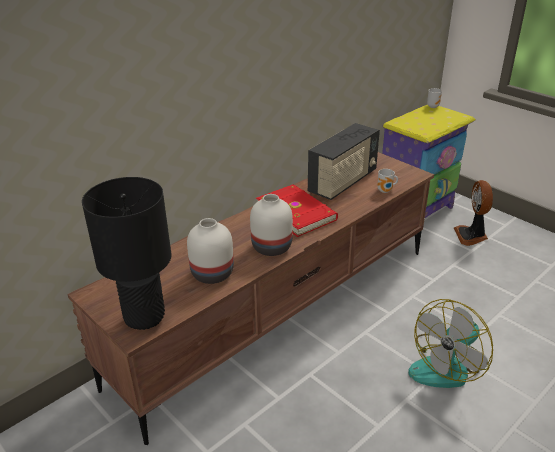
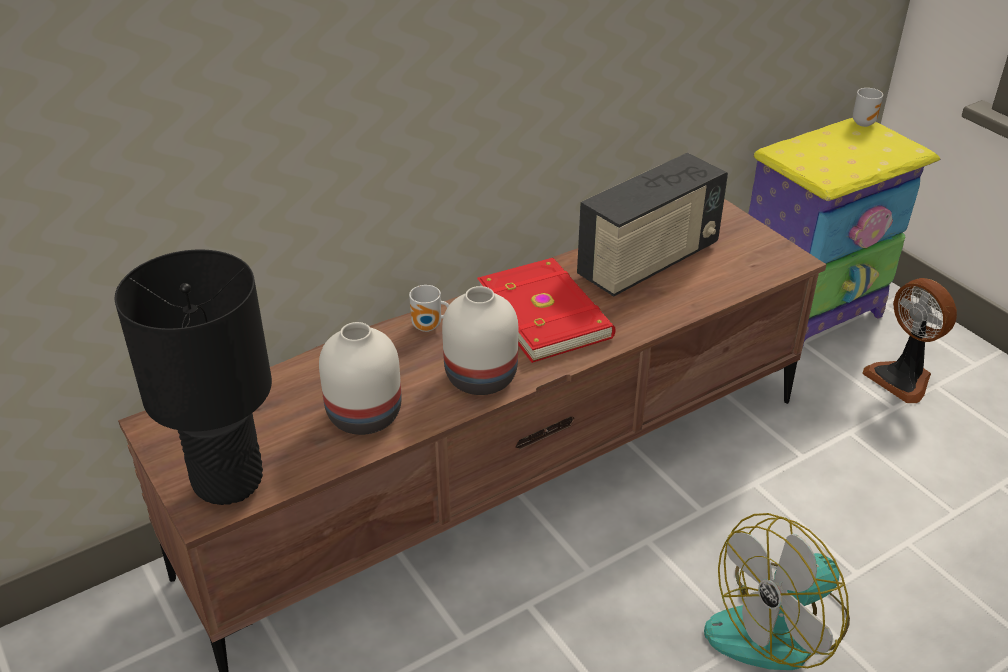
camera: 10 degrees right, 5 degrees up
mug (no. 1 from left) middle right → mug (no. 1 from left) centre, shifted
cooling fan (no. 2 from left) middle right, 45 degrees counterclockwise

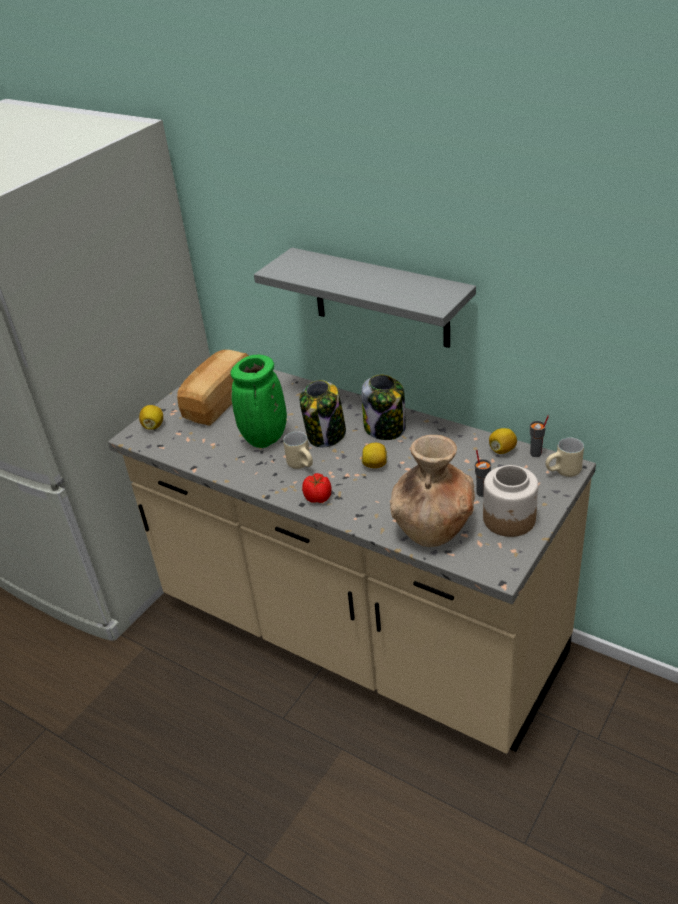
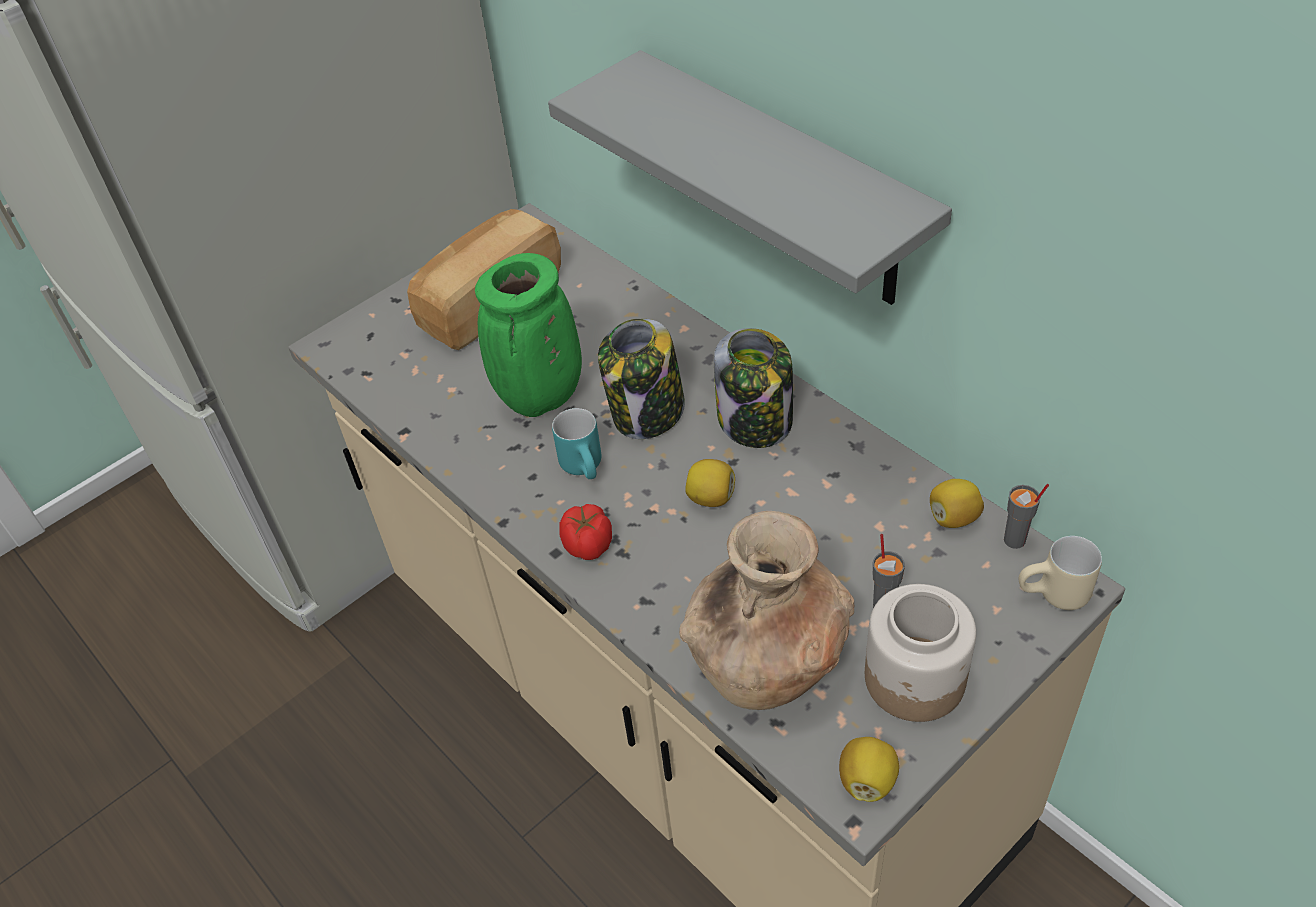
camera: 15 degrees right, 10 degrees up
whole lemon (no. 1 from left in the first image) middle left → whole lemon (no. 2 from left) bottom centre, shifted
sand-coloured mug (no. 1 from left) centre → blue-green mug centre

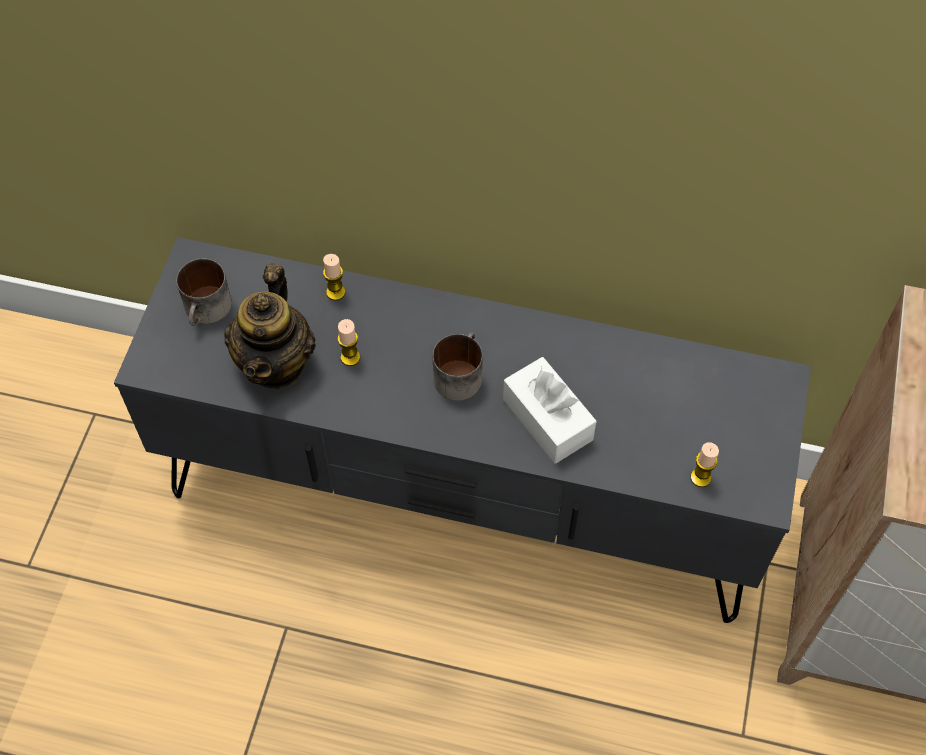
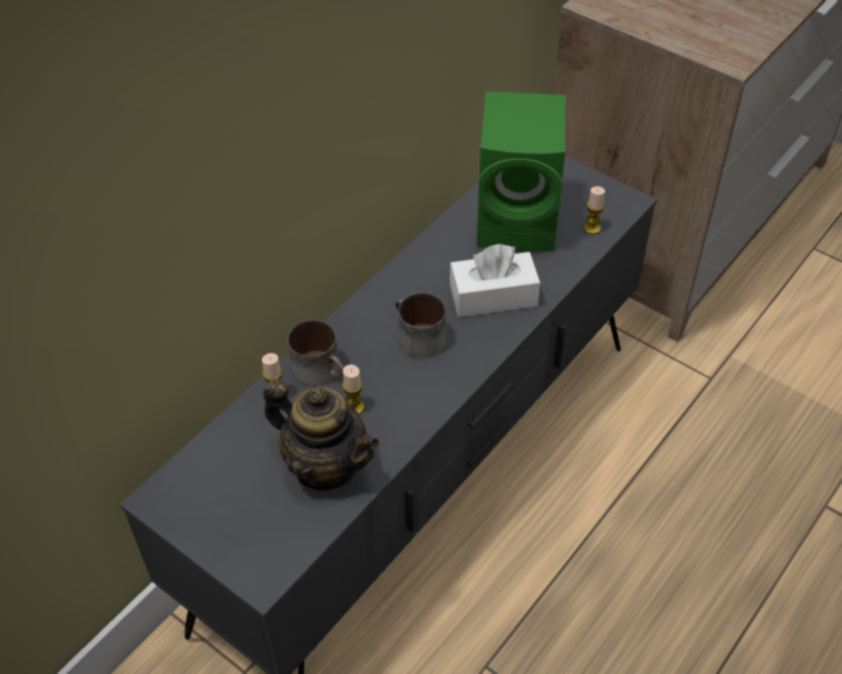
camera: 65 degrees left, 10 degrees down
- → greenish speaker top centre
mug (no. 1 from left) middle left → mug (no. 1 from left) centre, shifted

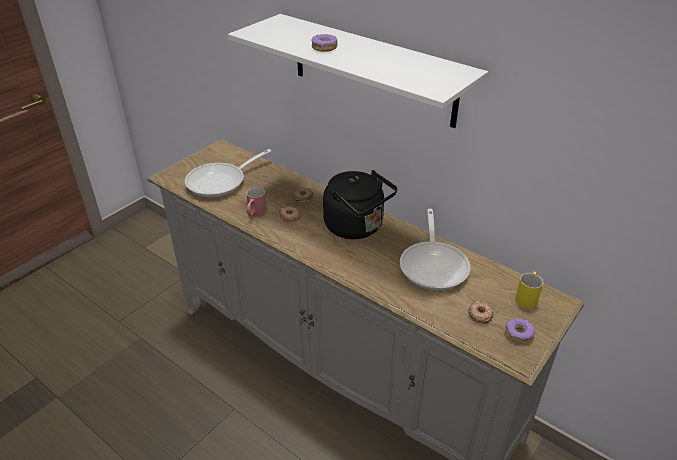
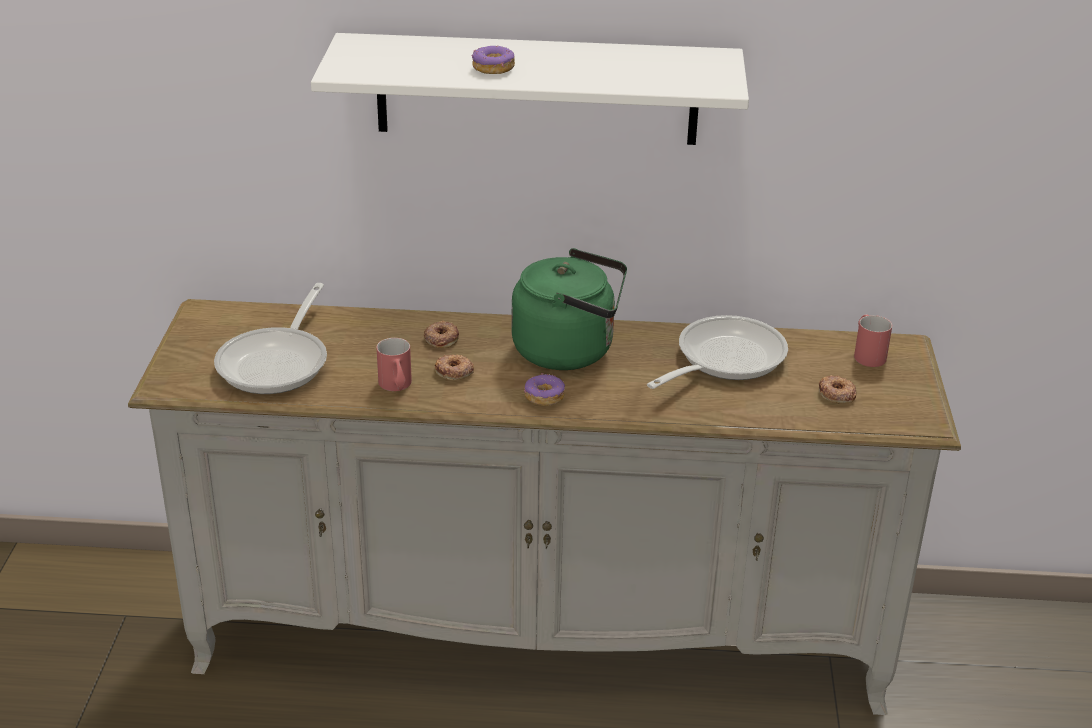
camera: 35 degrees left, 5 degrees down
ring doughnut (no. 5 from left in the first image) bottom right → ring doughnut (no. 4 from left) centre, shifted
black kettle centre → greenish kettle centre
yellow mug middle right → red mug (no. 2 from left) middle right
skillet (no. 2 from left) centre, 105 degrees counterclockwise

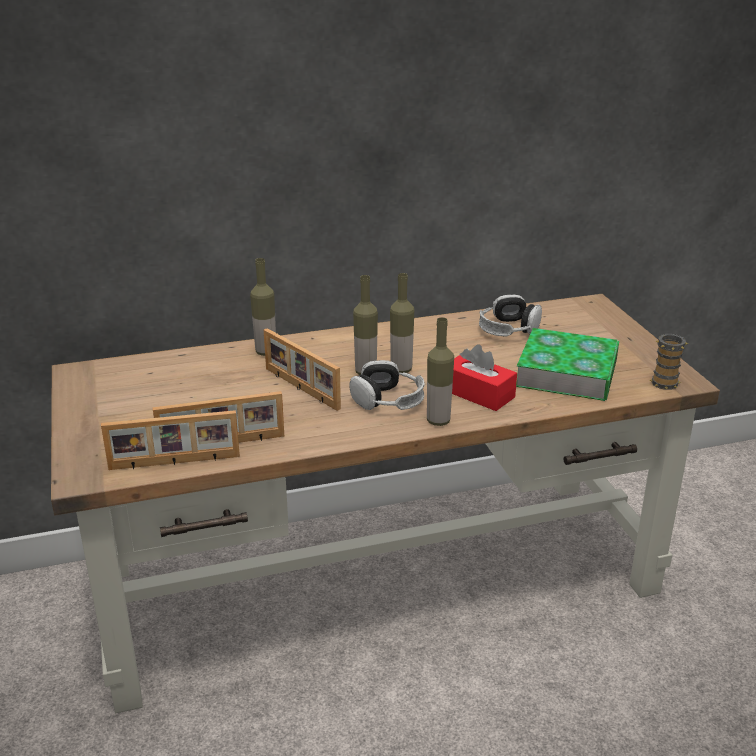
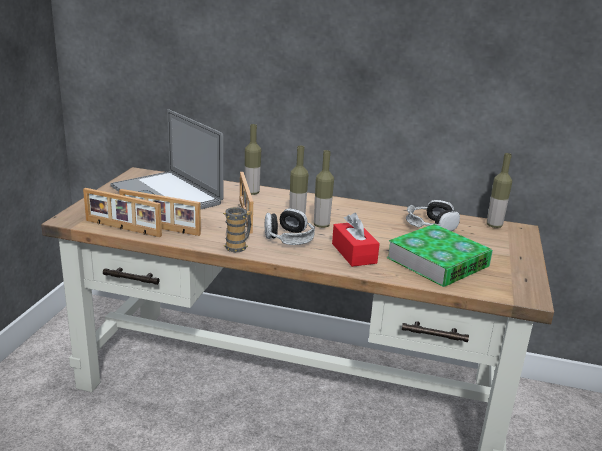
camera: 30 degrees right, 5 degrees down
- → notebook computer middle left
drink bottle (no. 4 from left) centre → drink bottle (no. 4 from left) middle right, shifted
mug middle right → mug centre, shifted

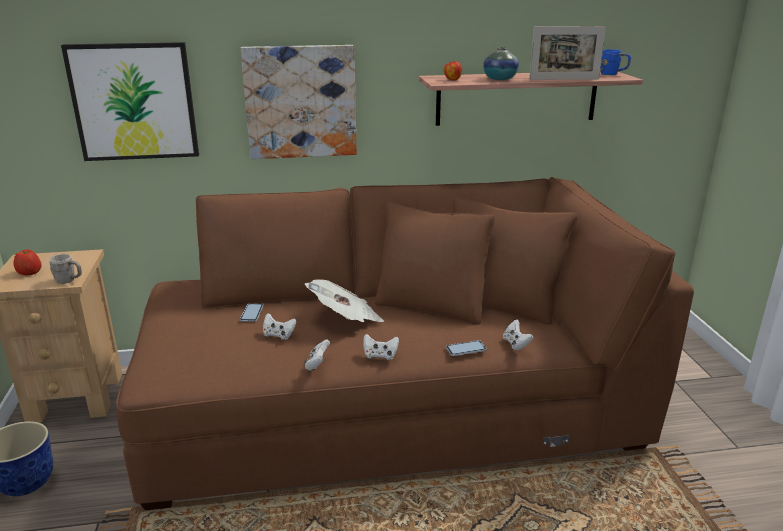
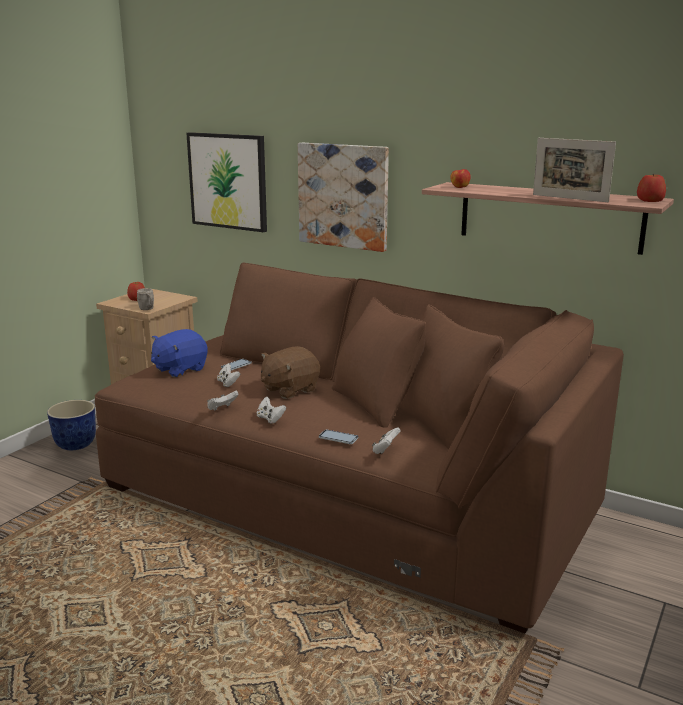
camera: 40 degrees right, 5 degrees down
decorative vase top centre → -
- → blue-coloured cuddly toy middle left
daily paper centre → brown-coloured cuddly toy centre
blue-coloured mug top right → apple (no. 3 from left) top right

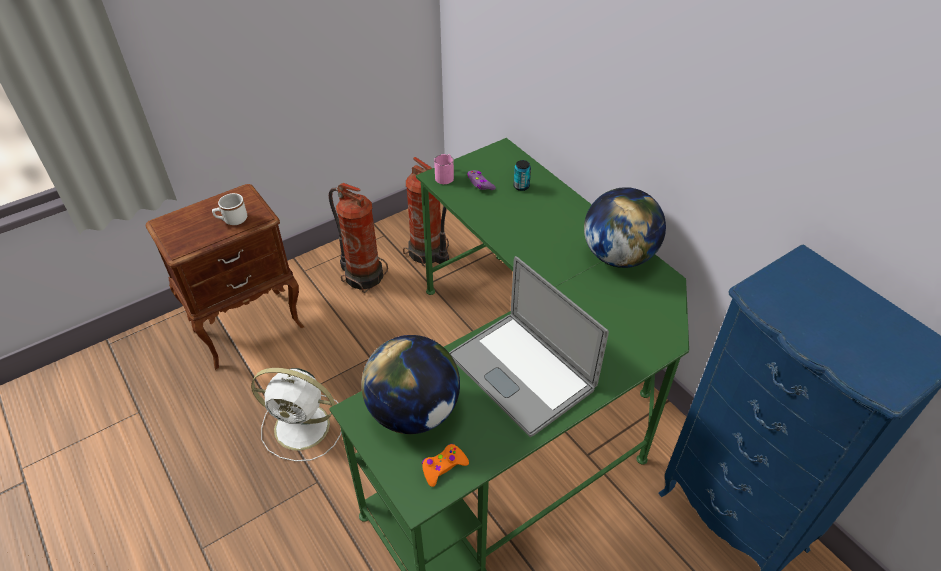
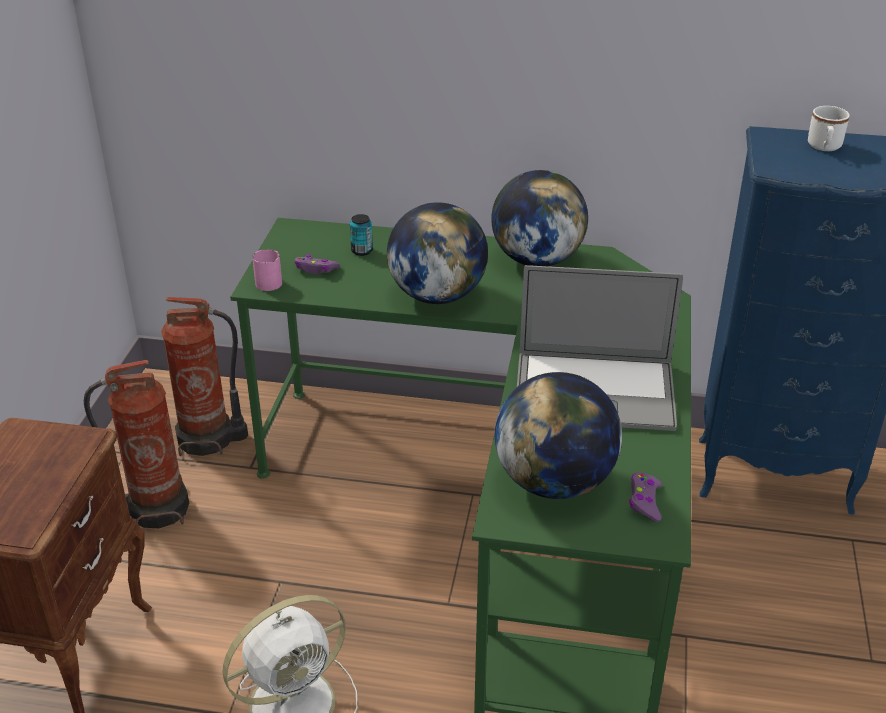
camera: 45 degrees left, 10 degrees down
- → globe (no. 1 from left) centre
white-coloured mug middle left → white-coloured mug top right, shifted
orangey gamepad bottom centre → purple gamepad (no. 2 from left) bottom right

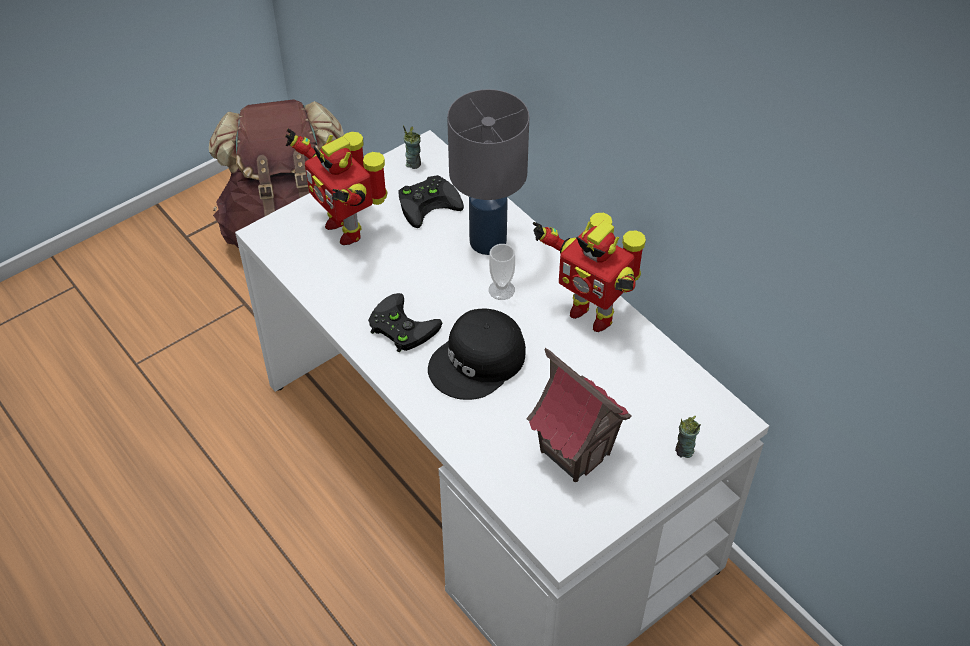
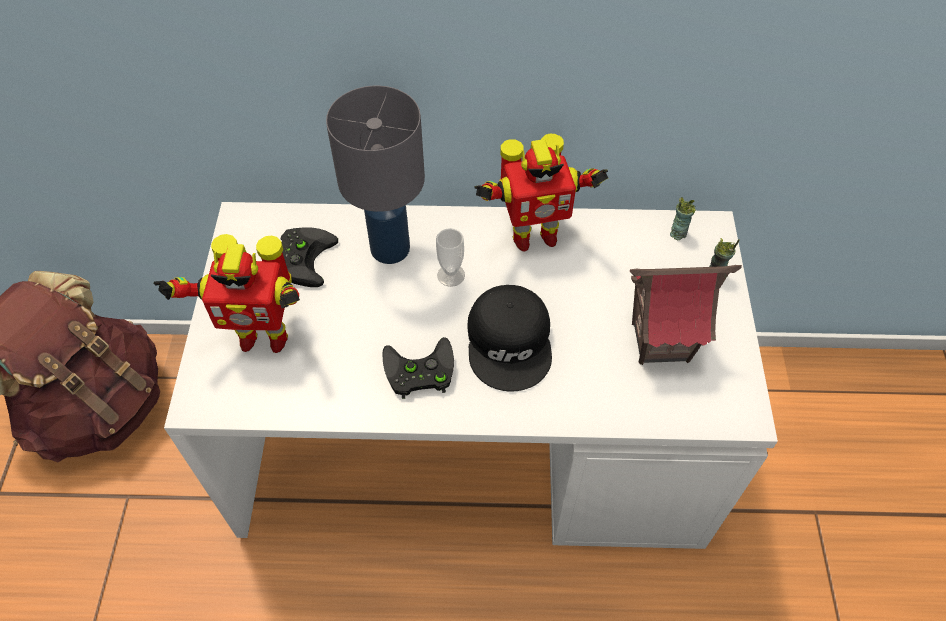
camera: 50 degrees left, 5 degrees up
small cup (no. 1 from left in the first image) top centre → small cup (no. 2 from left) middle right, shifted

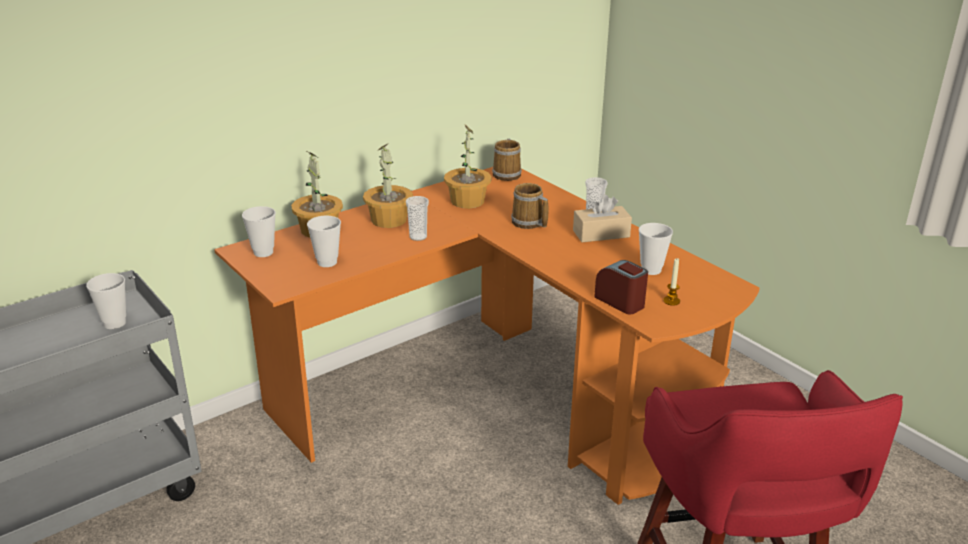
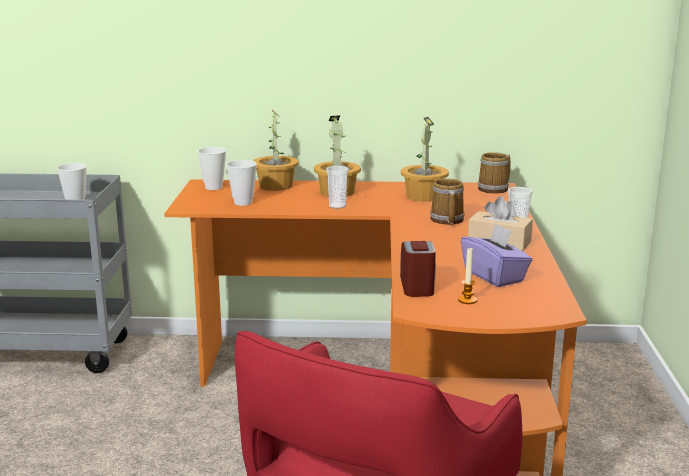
camera: 40 degrees right, 10 degrees down
small cup (no. 6 from left) middle right → purple tissue box middle right

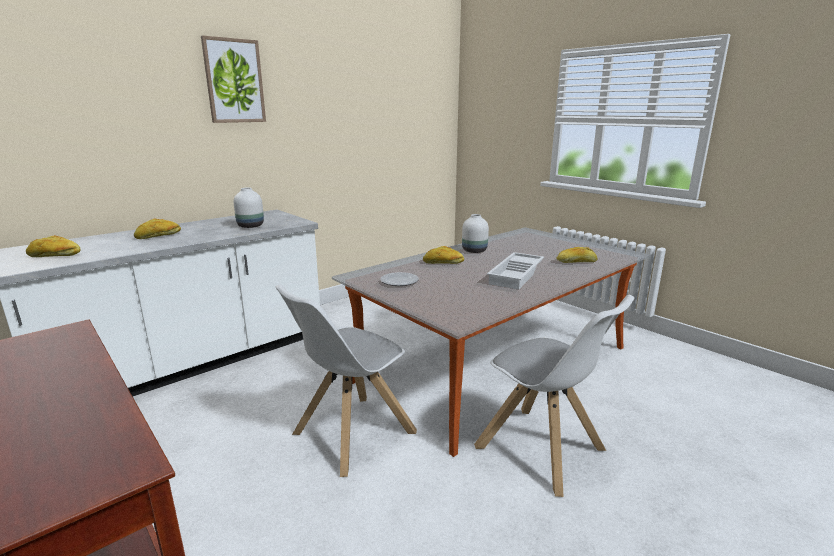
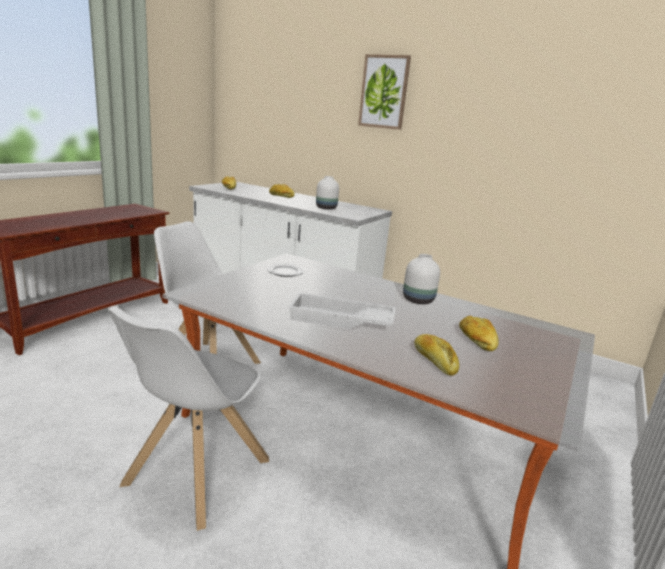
camera: 70 degrees right, 0 degrees up
bread (no. 3 from left in the first image) centre → bread (no. 4 from left) middle right, shifted

